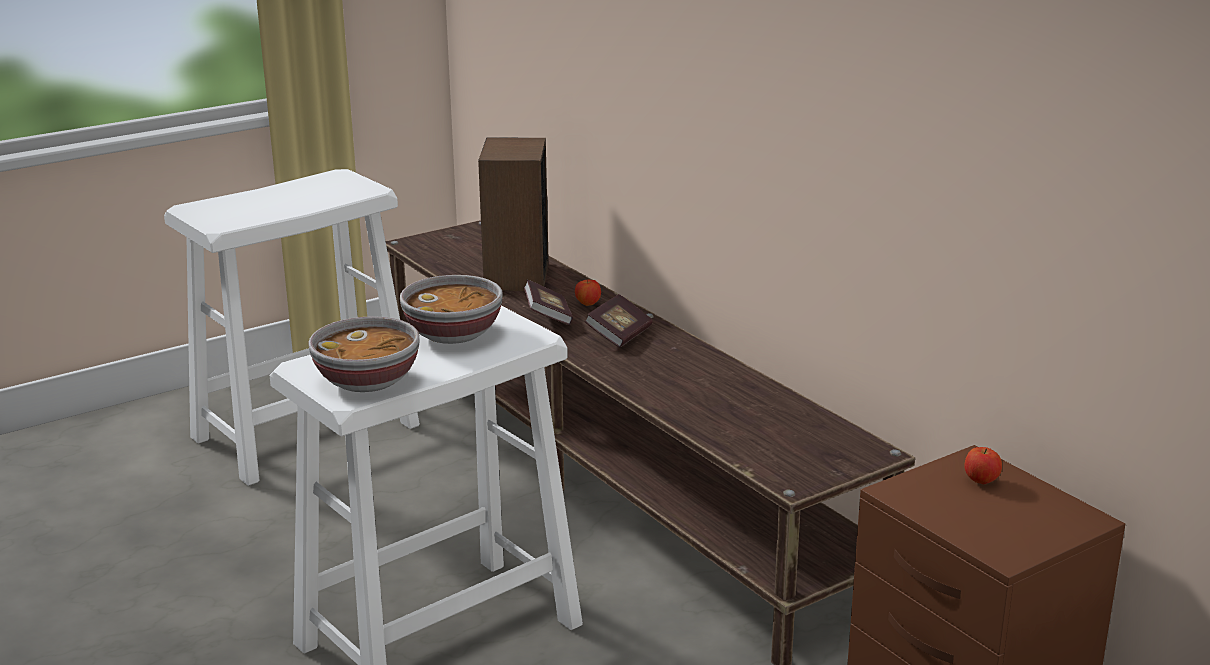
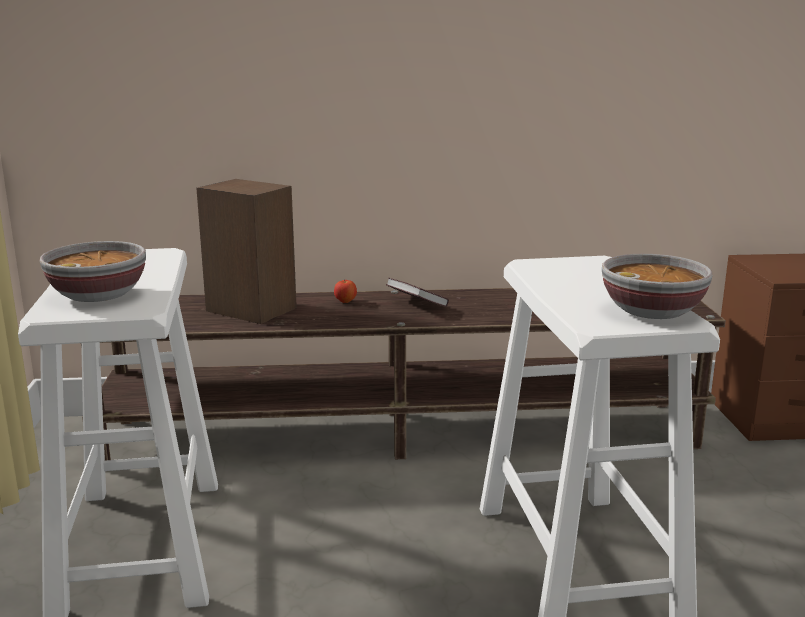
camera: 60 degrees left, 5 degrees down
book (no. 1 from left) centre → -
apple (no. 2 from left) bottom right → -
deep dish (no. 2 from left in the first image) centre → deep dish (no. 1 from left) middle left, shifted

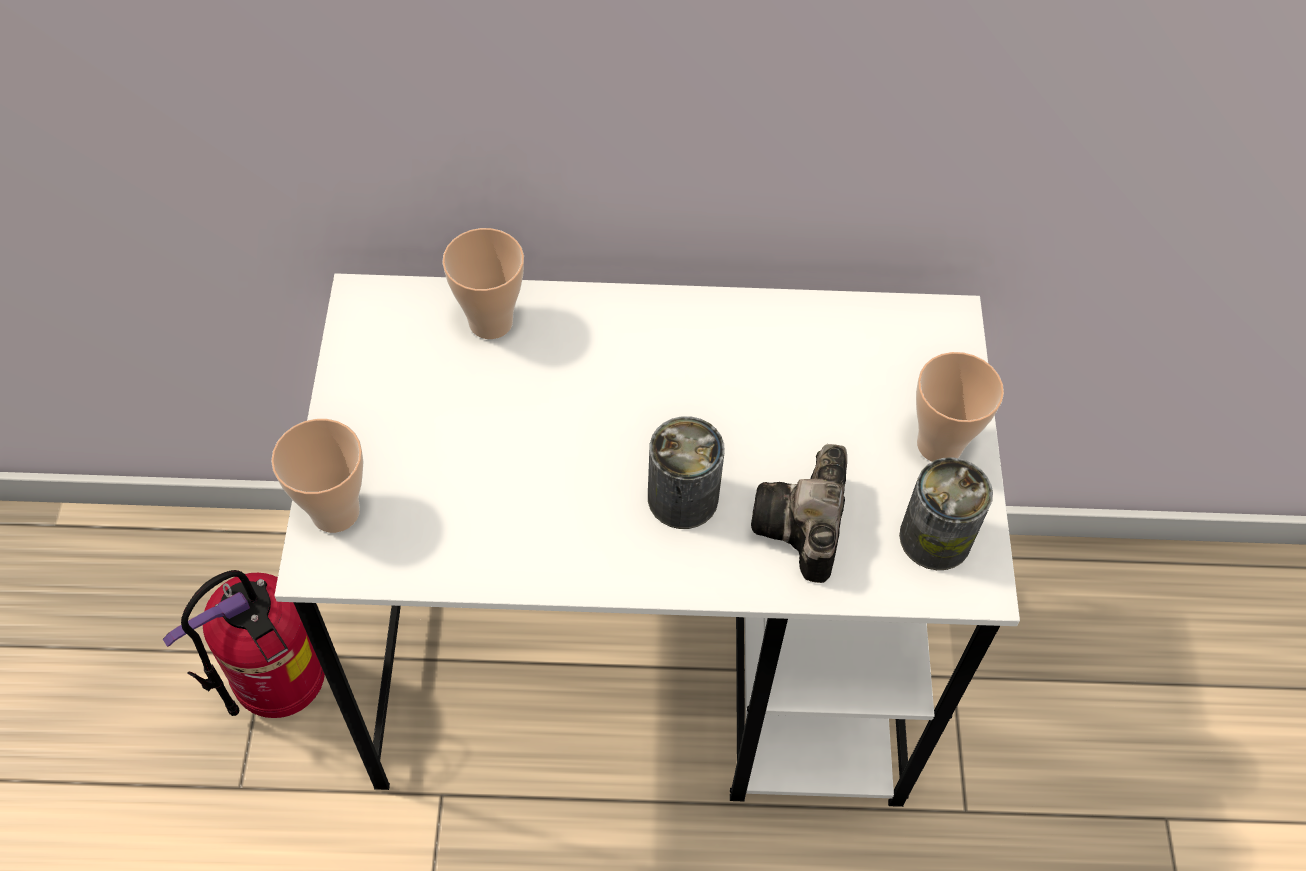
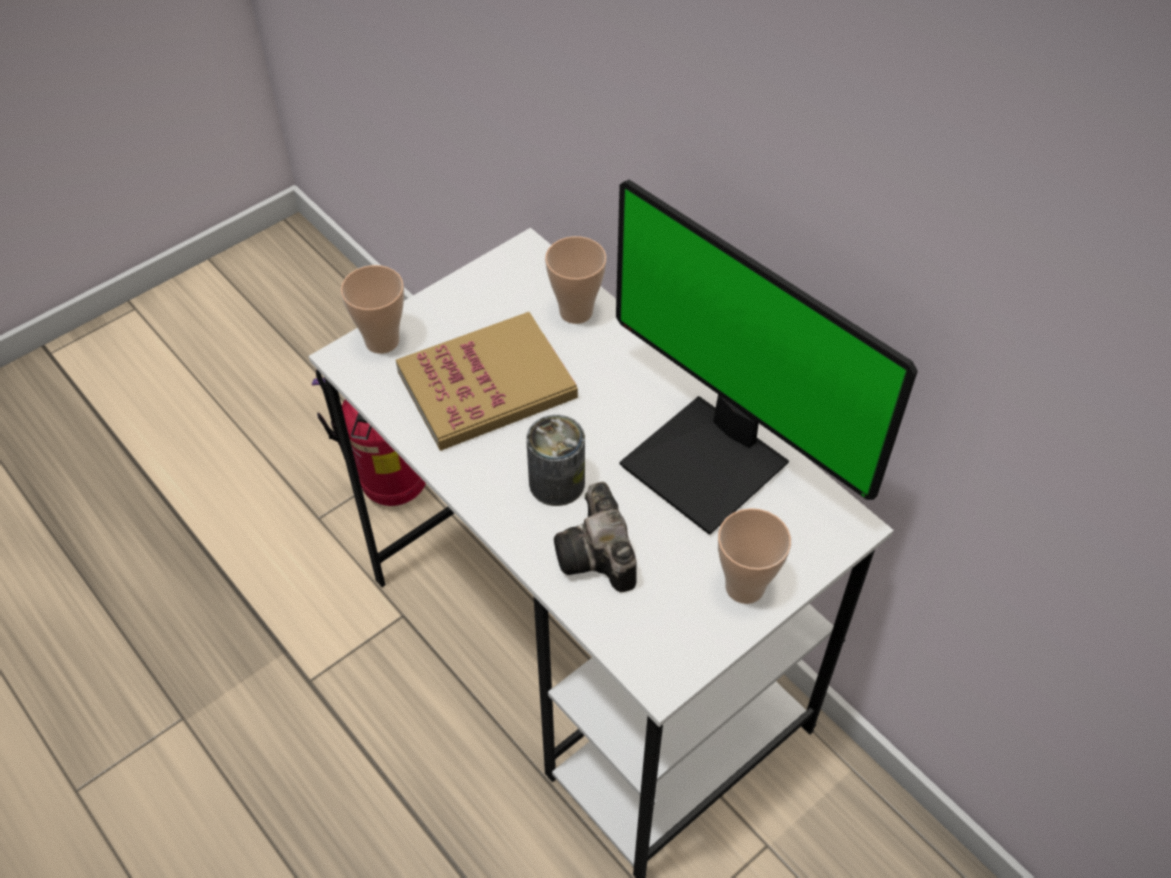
camera: 50 degrees right, 5 degrees down
sealed can (no. 2 from left) middle right → -
- → book centre
- → computer display centre
still camera centre, 75 degrees counterclockwise

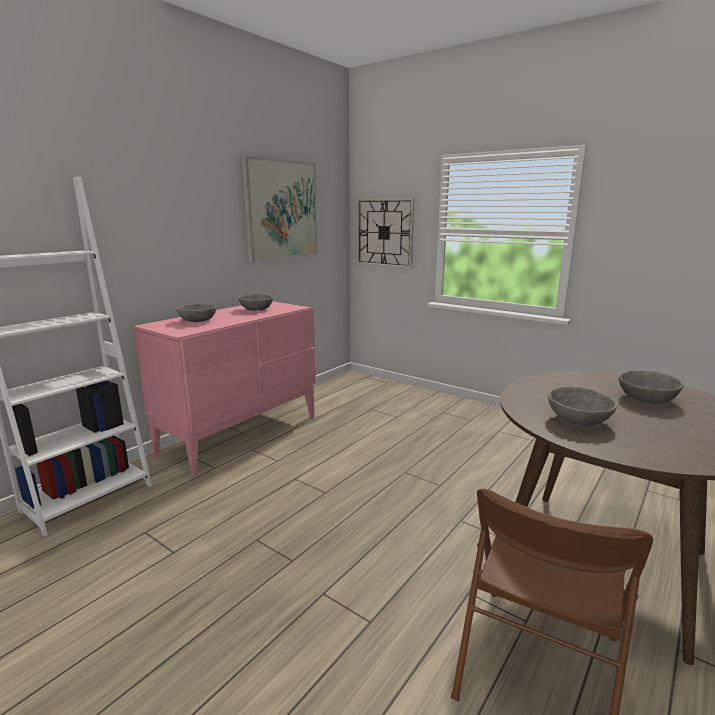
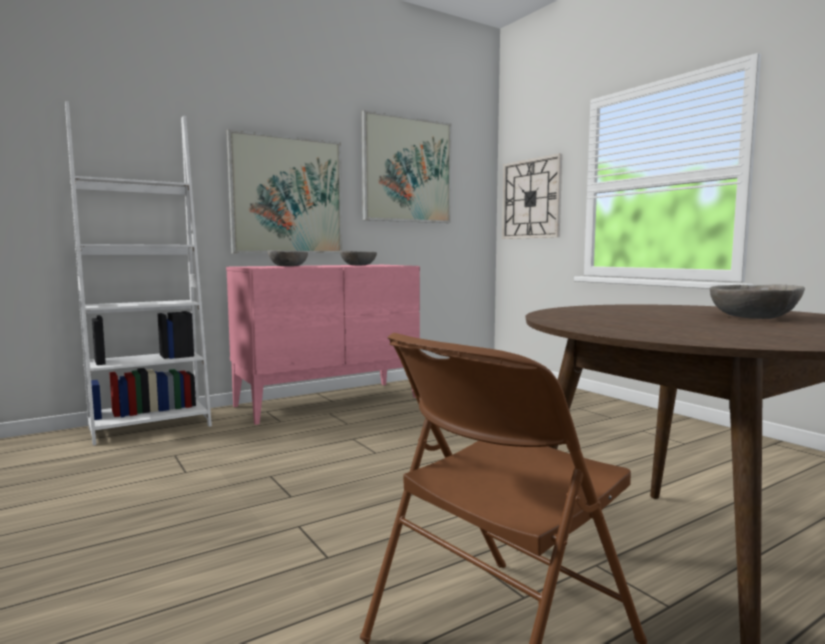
camera: 20 degrees right, 10 degrees down
grey deep dish (no. 3 from left) middle right → -
- → wall art (no. 1 from left) top centre

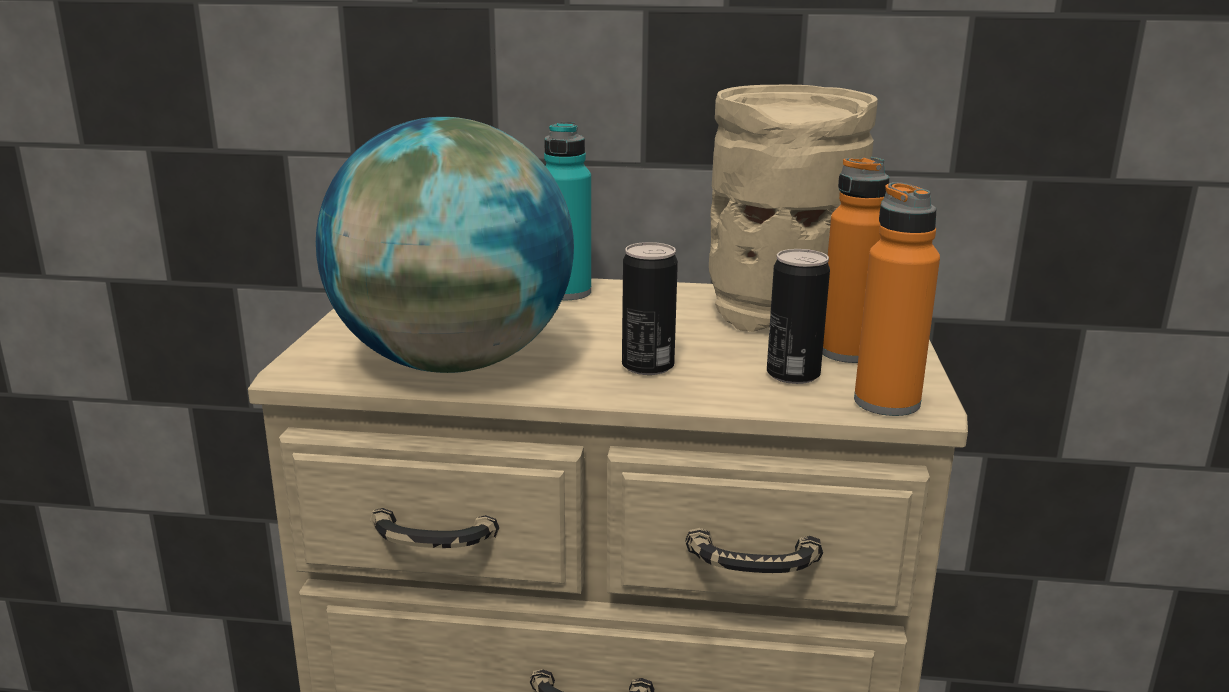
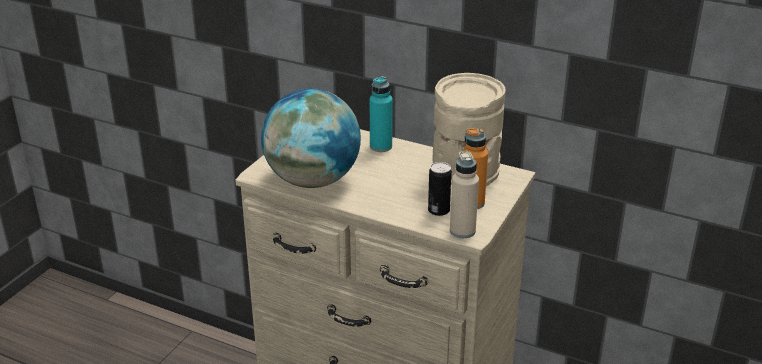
camera: 20 degrees right, 10 degrees up
sealed can (no. 1 from left) centre → -
orangey drink bottle (no. 2 from left) middle right → sand-coloured drink bottle centre

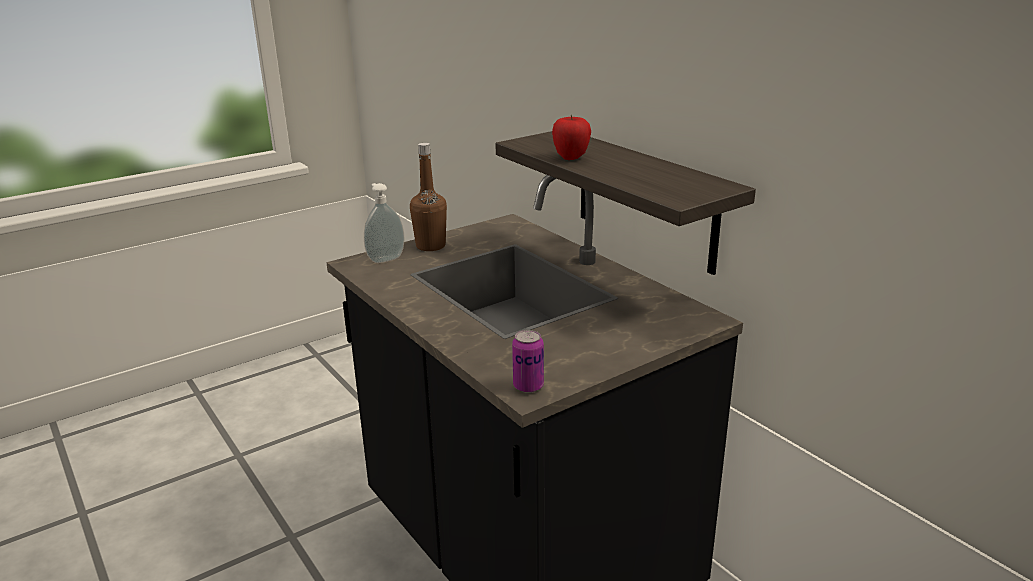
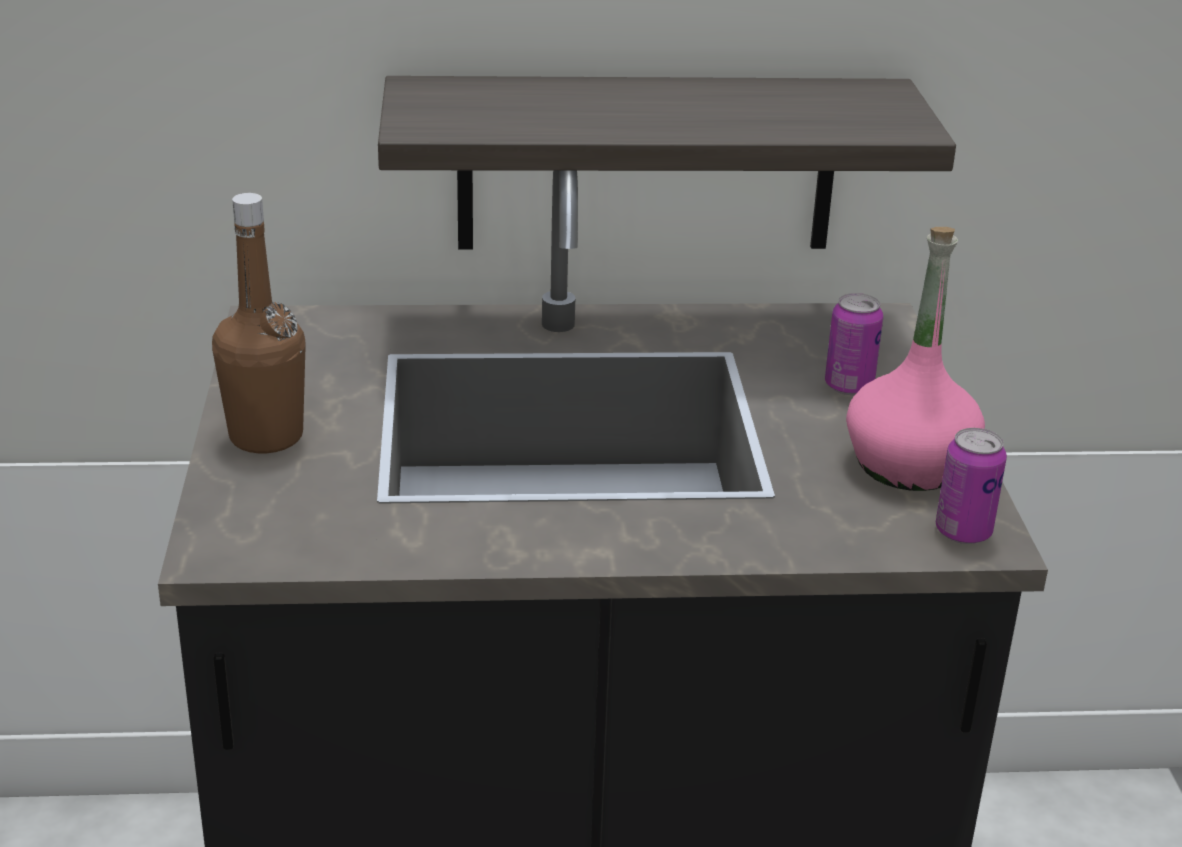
camera: 60 degrees left, 5 degrees up
liquid soap bottle centre → -
apple top centre → -
- → sealed can (no. 1 from left) middle right
- → pinkish drink bottle middle right

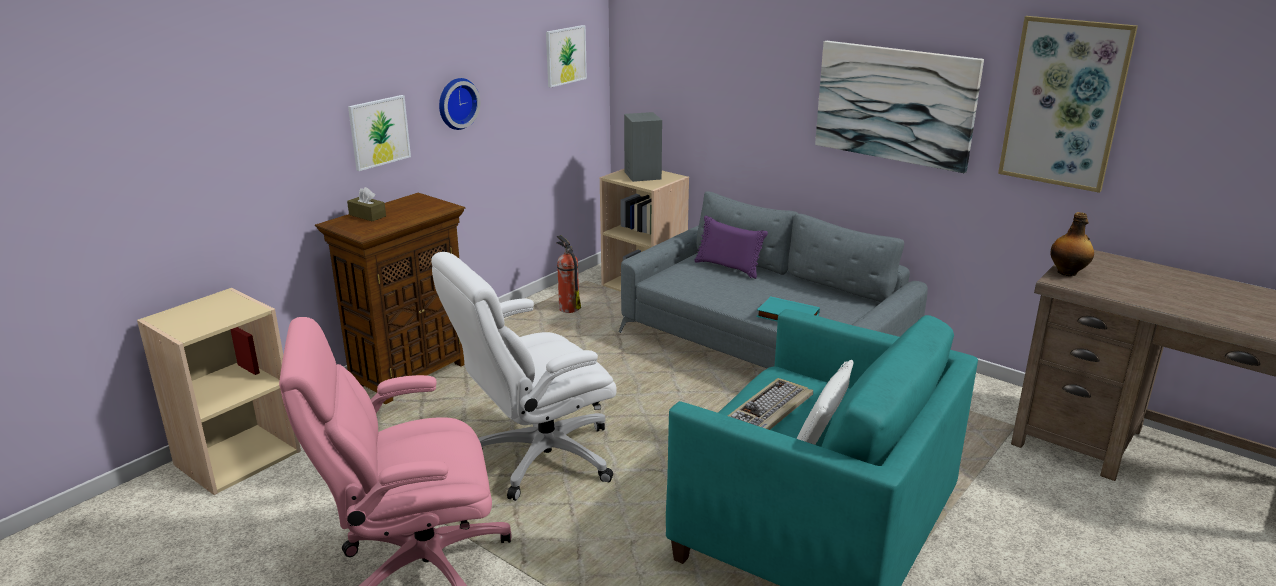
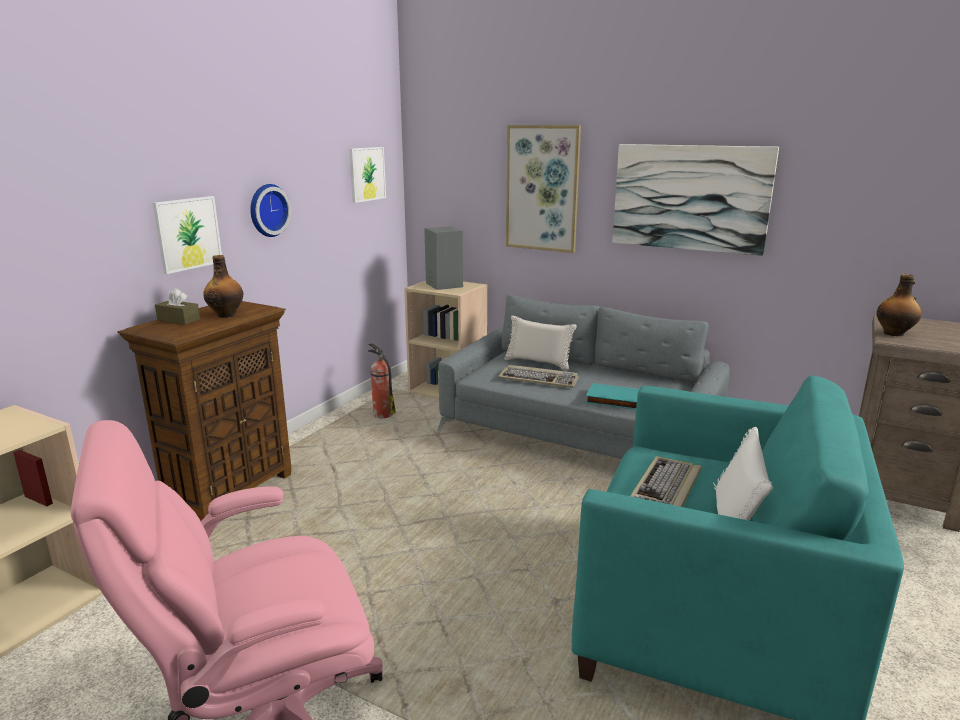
camera: 10 degrees left, 5 degrees down
white-coloured office chair centre → -
- → drink bottle (no. 1 from left) middle left
- → keyboard (no. 1 from left) centre
wall art (no. 4 from left in the first image) top right → wall art (no. 3 from left) top centre, shifted
purple throw pillow centre → white-coloured throw pillow (no. 1 from left) centre

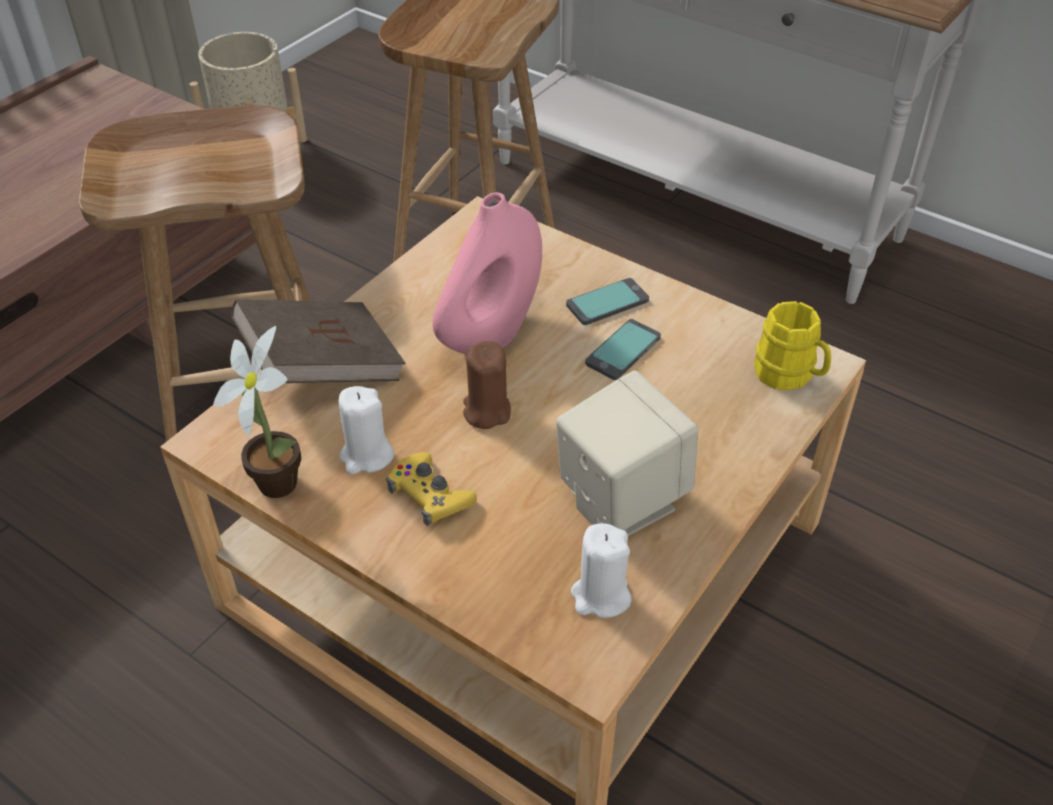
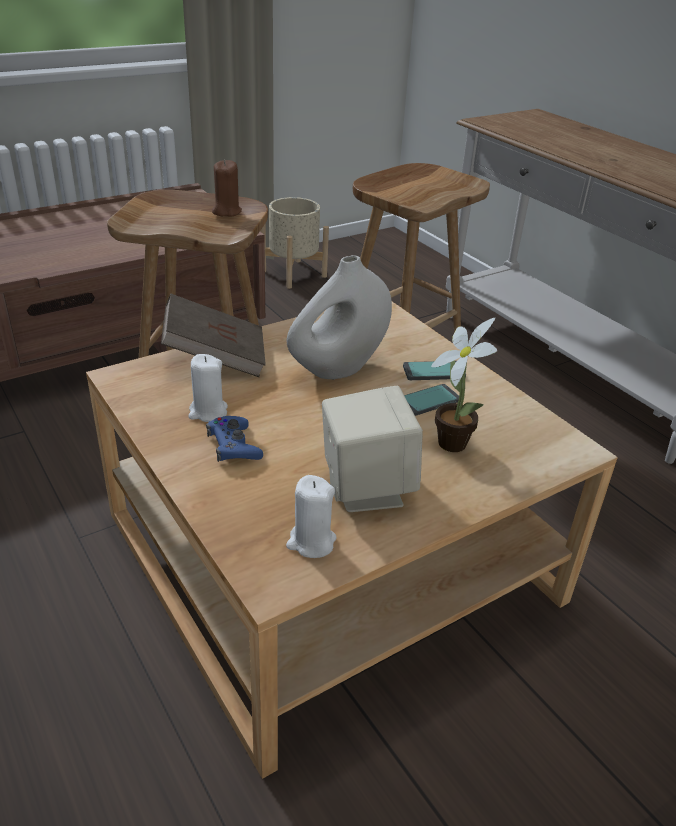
camera: 20 degrees right, 10 degrees down
yellow mug middle right → -
plant in a pot middle left → plant in a pot middle right, shifted
brown-coloured wax light centre → brown-coloured wax light top centre, shifted
yellow gamepad centre → blue-coloured gamepad centre
pinkish decorative vase centre → white-coloured decorative vase centre

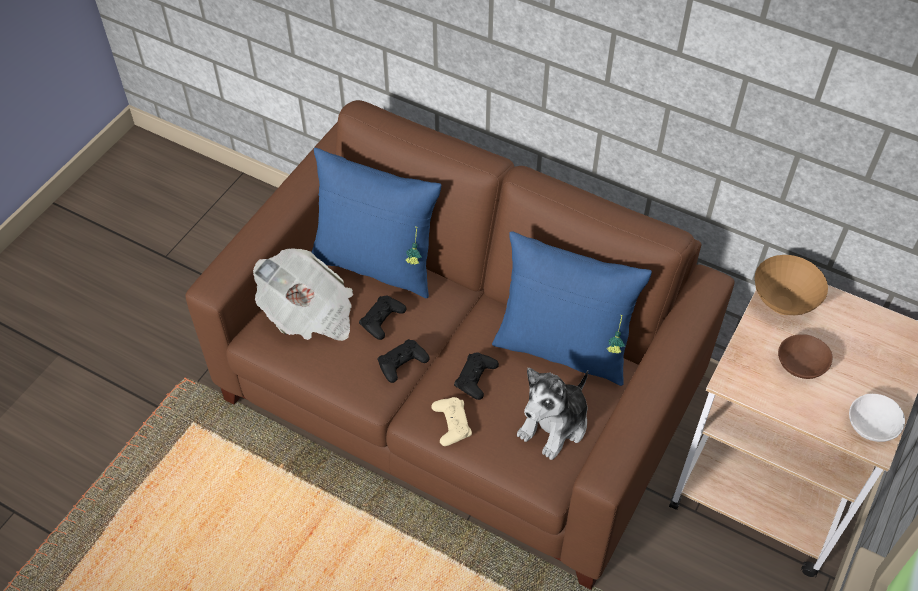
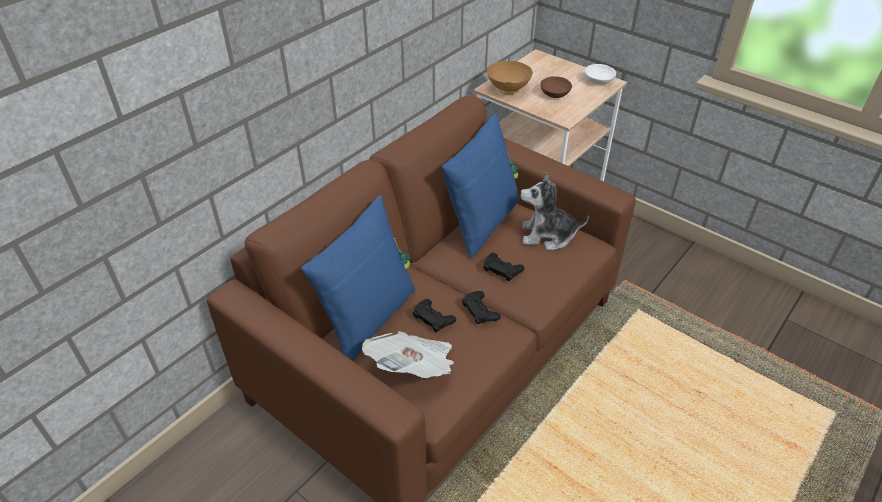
camera: 80 degrees left, 10 degrees down
sand-coloured gamepad bottom centre → -
cuddly toy bottom centre → cuddly toy centre, 135 degrees clockwise

